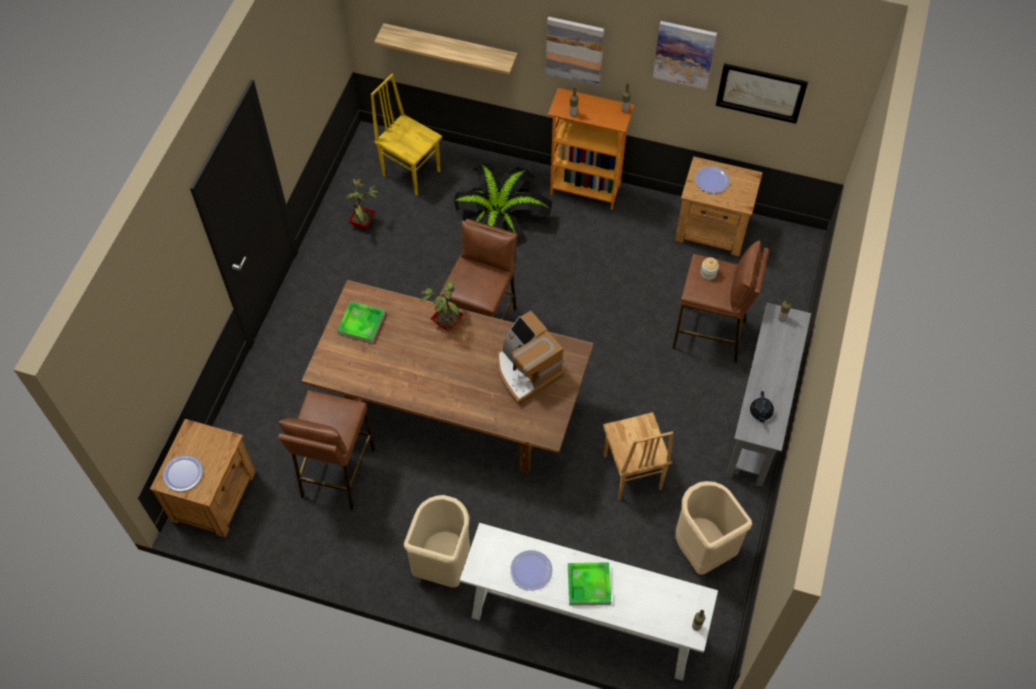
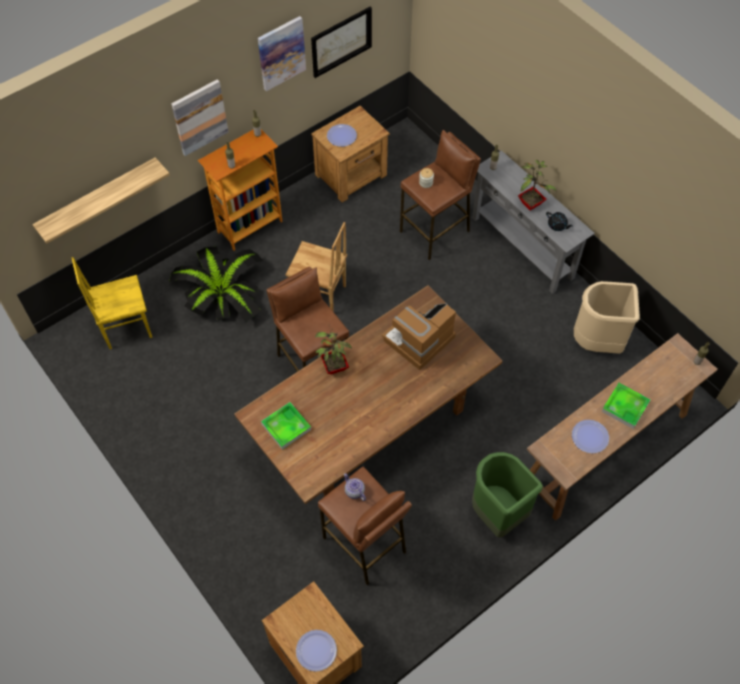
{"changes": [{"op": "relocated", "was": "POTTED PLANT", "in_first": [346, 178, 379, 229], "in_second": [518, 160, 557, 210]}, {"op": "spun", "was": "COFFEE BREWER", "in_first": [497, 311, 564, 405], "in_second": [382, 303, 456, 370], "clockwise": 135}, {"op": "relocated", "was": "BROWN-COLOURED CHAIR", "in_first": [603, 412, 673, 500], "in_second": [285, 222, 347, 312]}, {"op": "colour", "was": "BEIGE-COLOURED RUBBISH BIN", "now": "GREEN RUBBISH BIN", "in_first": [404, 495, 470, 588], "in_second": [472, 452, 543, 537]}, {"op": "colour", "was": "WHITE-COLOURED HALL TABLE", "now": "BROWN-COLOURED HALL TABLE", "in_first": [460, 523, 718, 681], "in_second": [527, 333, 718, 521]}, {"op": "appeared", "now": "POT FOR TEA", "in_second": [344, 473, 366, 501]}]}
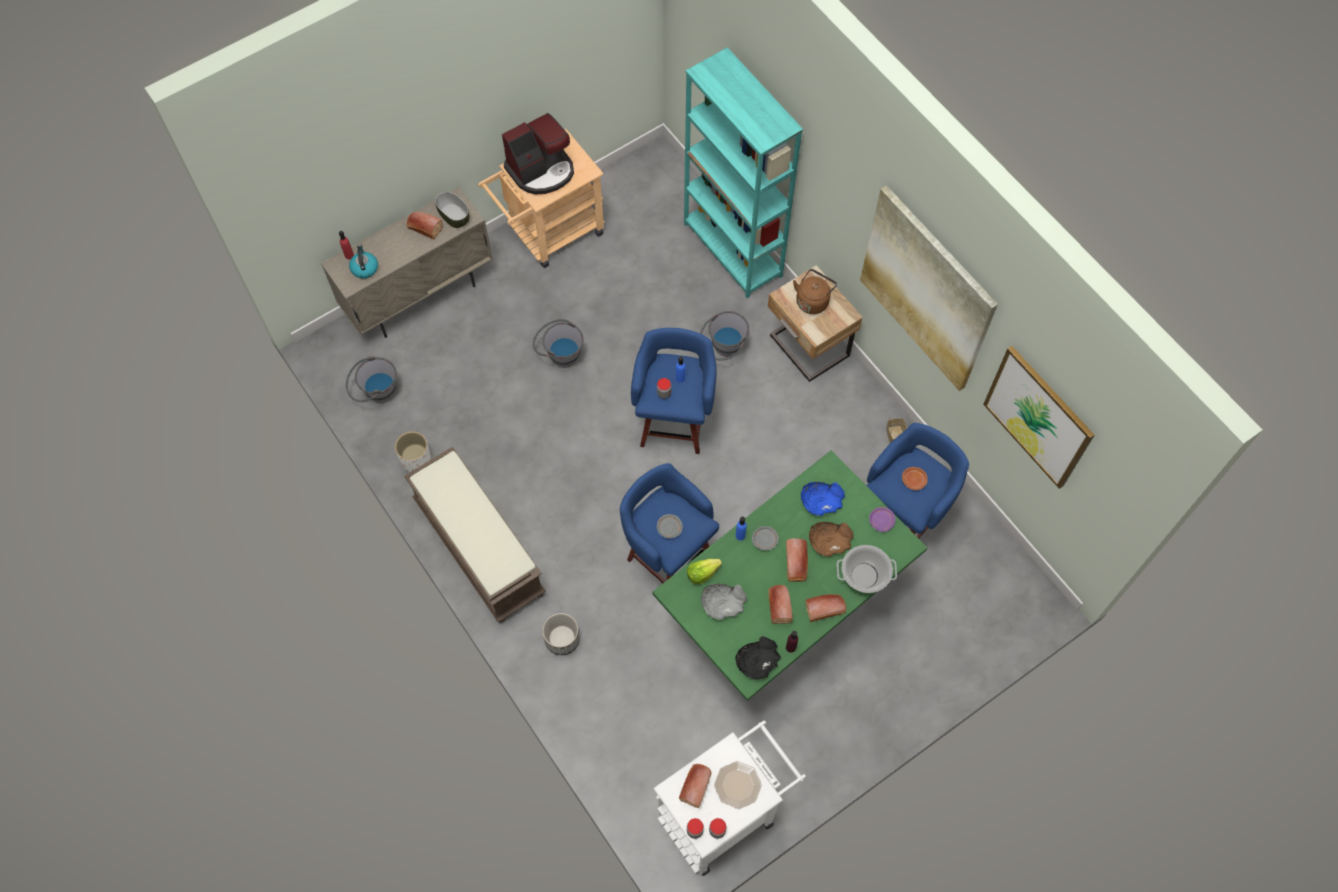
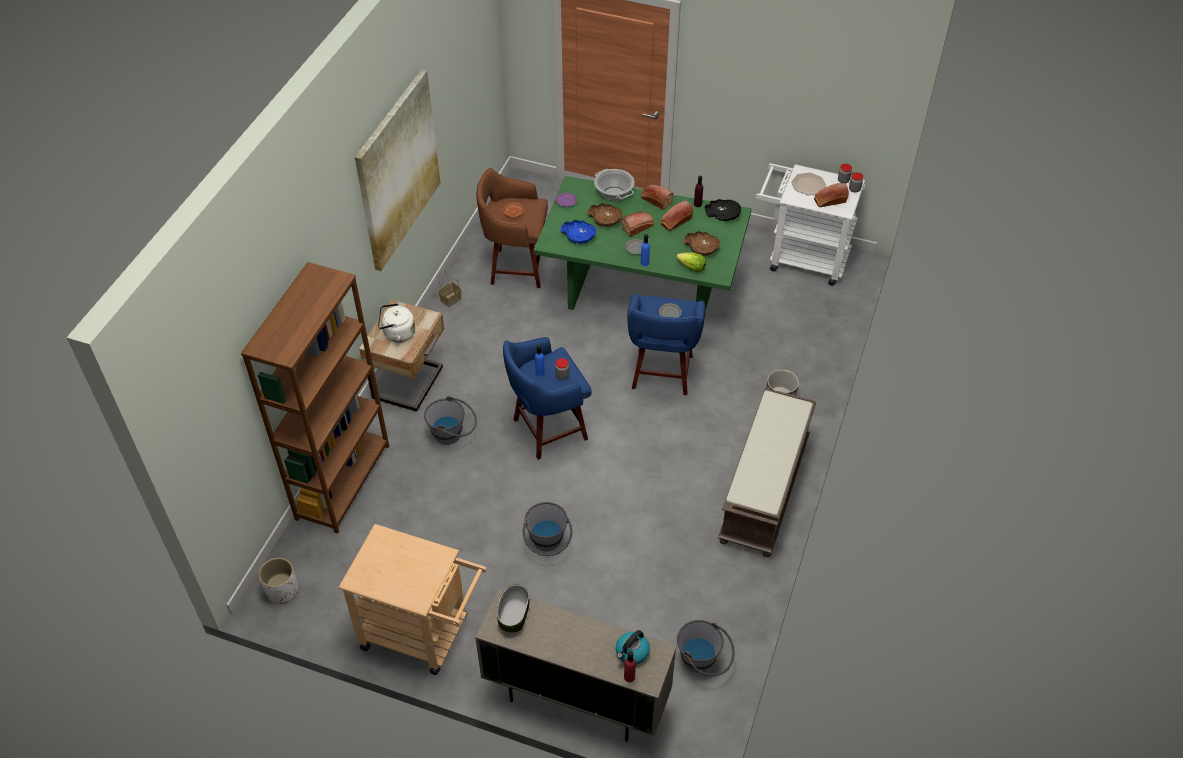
{"changes": [{"op": "colour", "was": "TURQUOISE-COLOURED BOOKCASE", "now": "BROWN-COLOURED BOOKCASE", "in_first": [684, 47, 803, 298], "in_second": [241, 262, 389, 534]}, {"op": "missing", "was": "COFFEE BREWER", "in_first": [502, 113, 574, 195]}, {"op": "missing", "was": "BREAD", "in_first": [406, 212, 442, 239]}, {"op": "colour", "was": "BROWN-COLOURED TEA KETTLE", "now": "WHITE-COLOURED TEA KETTLE", "in_first": [793, 269, 837, 314], "in_second": [378, 303, 415, 343]}, {"op": "missing", "was": "WALL ART", "in_first": [983, 346, 1094, 489]}, {"op": "colour", "was": "BLUISH STOOL", "now": "BROWN-COLOURED STOOL", "in_first": [866, 423, 969, 538], "in_second": [477, 168, 548, 288]}, {"op": "relocated", "was": "WHITE-COLOURED PLANTER", "in_first": [395, 431, 431, 472], "in_second": [258, 558, 298, 604]}, {"op": "colour", "was": "GREYISH BOWL", "now": "BROWN-COLOURED BOWL", "in_first": [701, 584, 747, 620], "in_second": [683, 231, 720, 256]}]}
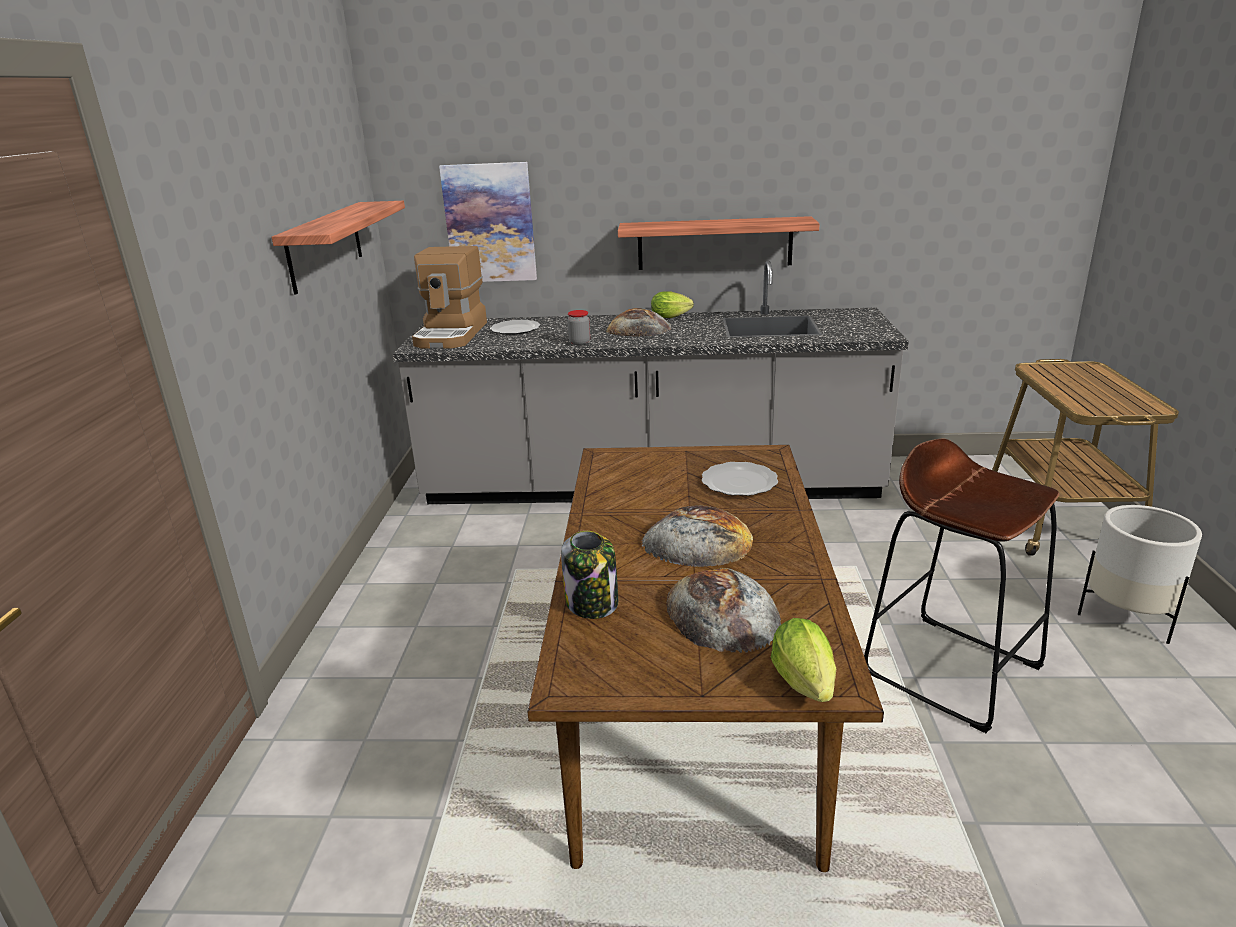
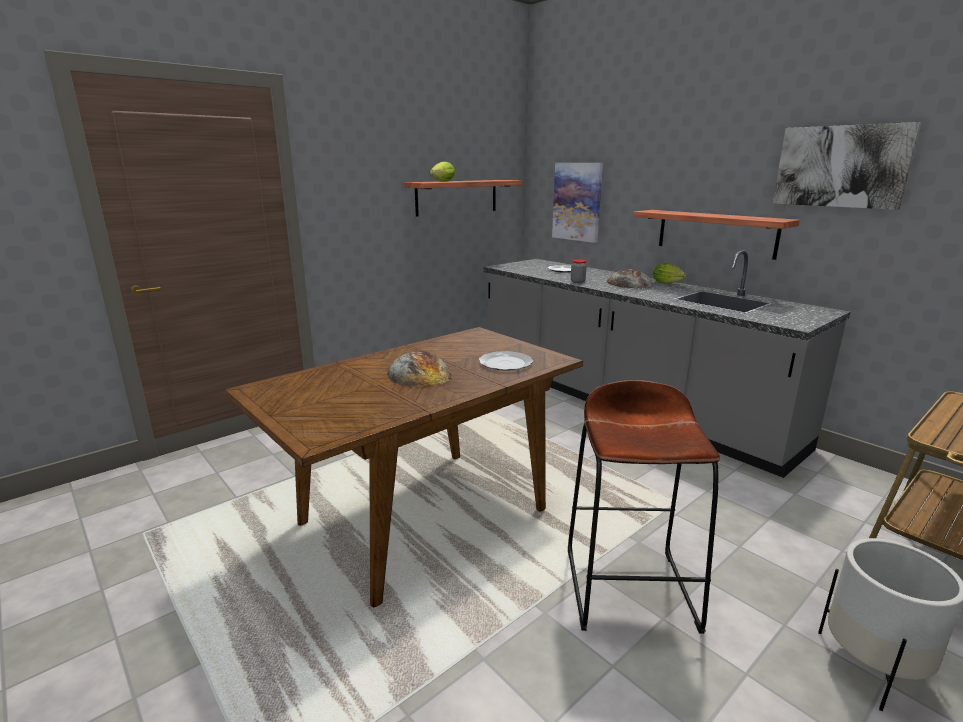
{"changes": [{"op": "missing", "was": "COFFEE BREWER", "in_first": [412, 246, 487, 349]}, {"op": "missing", "was": "STORAGE JAR", "in_first": [561, 531, 618, 619]}, {"op": "missing", "was": "BREAD", "in_first": [667, 568, 781, 653]}, {"op": "relocated", "was": "LETTUCE", "in_first": [771, 618, 836, 702], "in_second": [430, 162, 455, 182]}, {"op": "appeared", "now": "WALL ART", "in_second": [773, 122, 922, 210]}]}
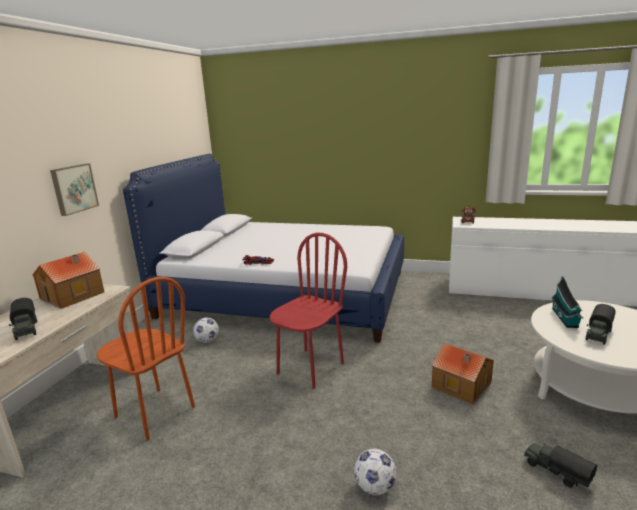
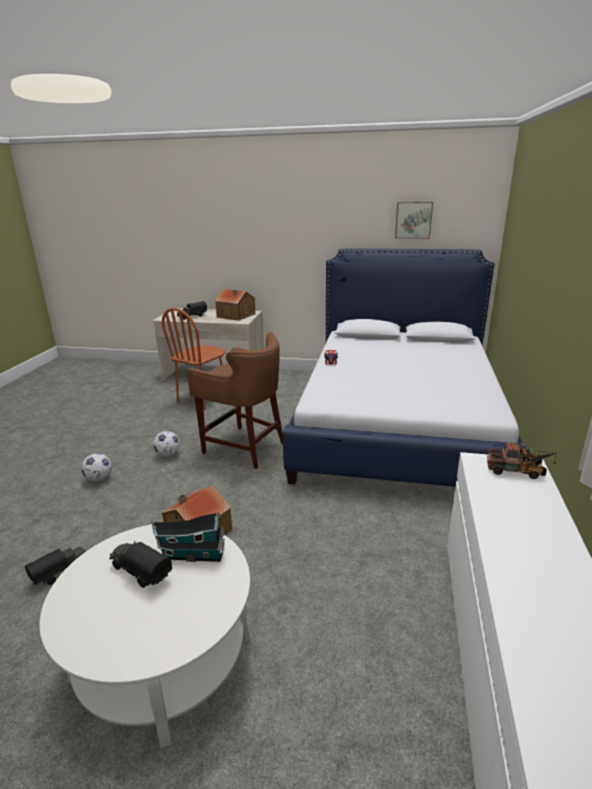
{"changes": [{"op": "relocated", "was": "WALL ART", "in_first": [50, 164, 99, 216], "in_second": [395, 202, 433, 239]}, {"op": "exchanged", "was": "RED-COLOURED CHAIR", "now": "BROWN-COLOURED STOOL", "in_first": [270, 233, 347, 389], "in_second": [187, 332, 283, 469]}, {"op": "relocated", "was": "BALL FOR FOOTBALL", "in_first": [193, 318, 219, 343], "in_second": [153, 431, 180, 457]}]}
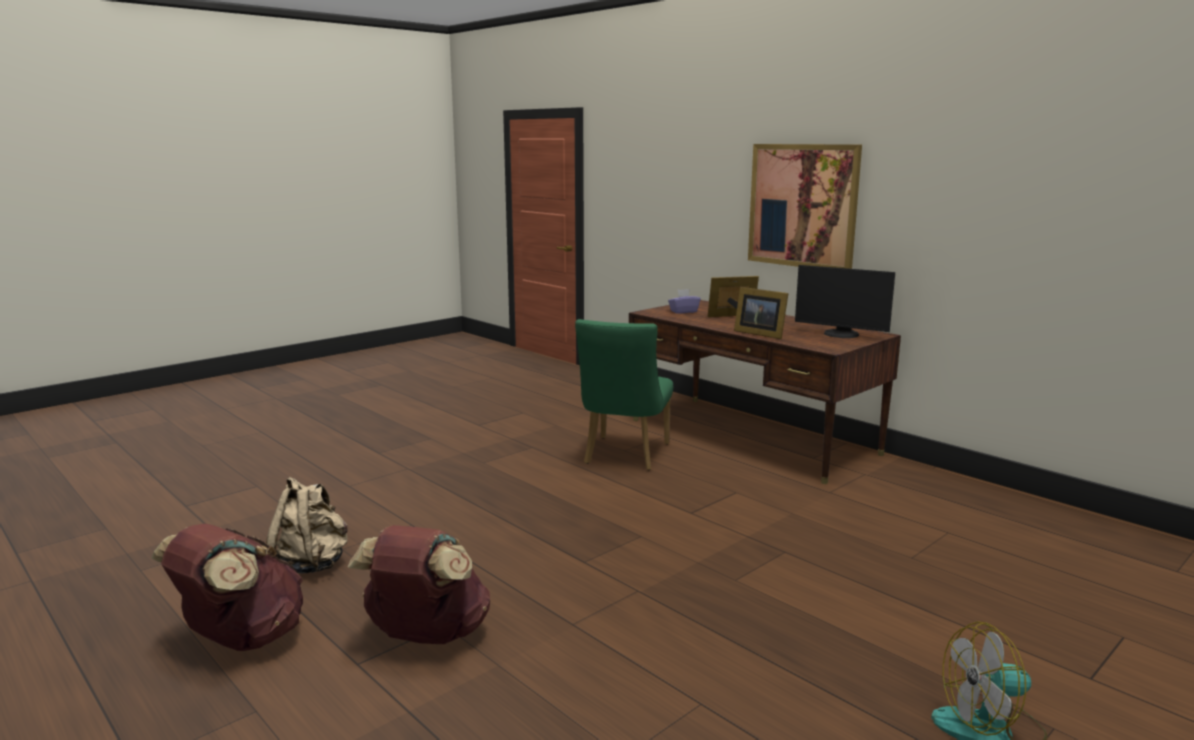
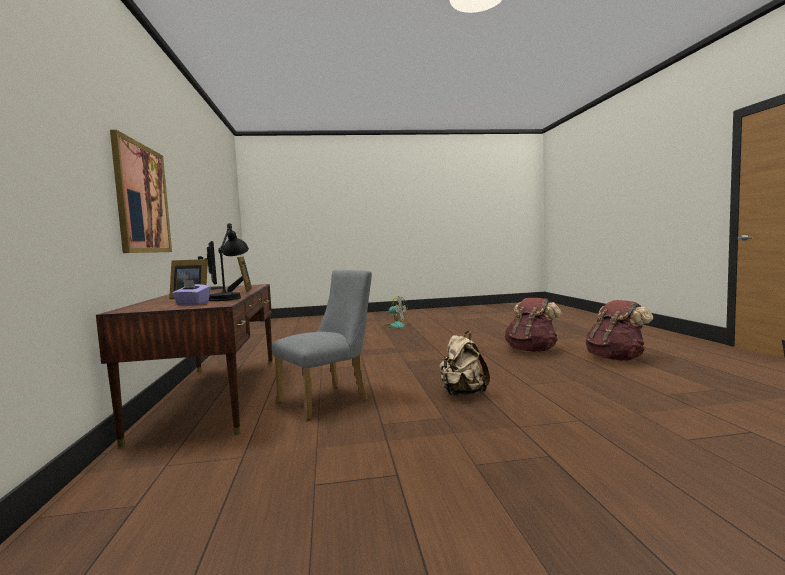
{"changes": [{"op": "colour", "was": "GREEN CHAIR", "now": "GREYISH CHAIR", "in_first": [575, 319, 673, 470], "in_second": [272, 270, 372, 420]}, {"op": "relocated", "was": "BEIGE-COLOURED KNAPSACK", "in_first": [266, 477, 348, 573], "in_second": [439, 331, 490, 396]}, {"op": "appeared", "now": "BLACK-COLOURED LAMP FOR A TABLE", "in_second": [209, 223, 249, 301]}]}
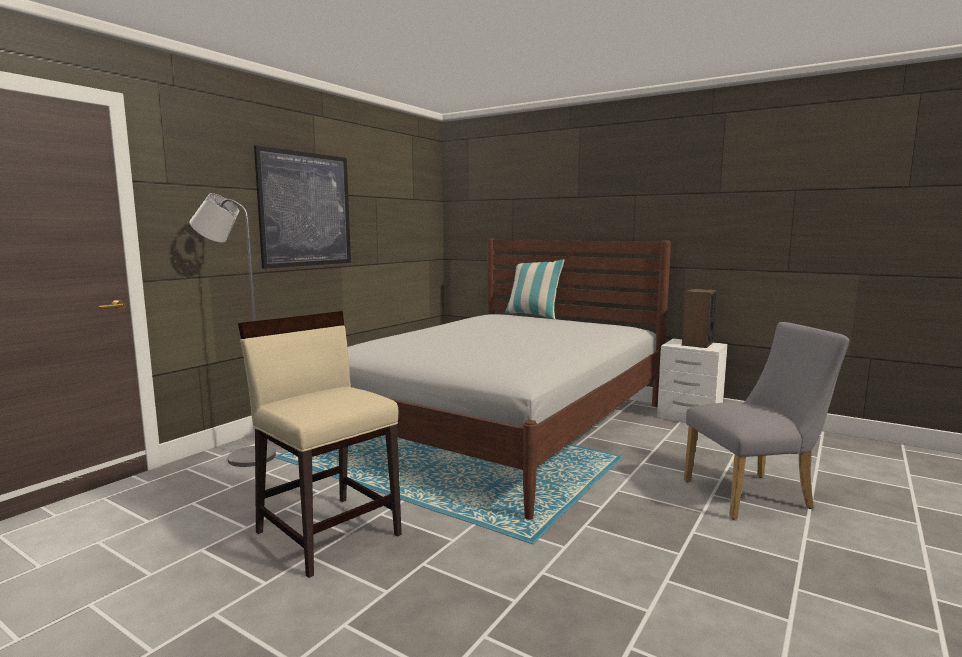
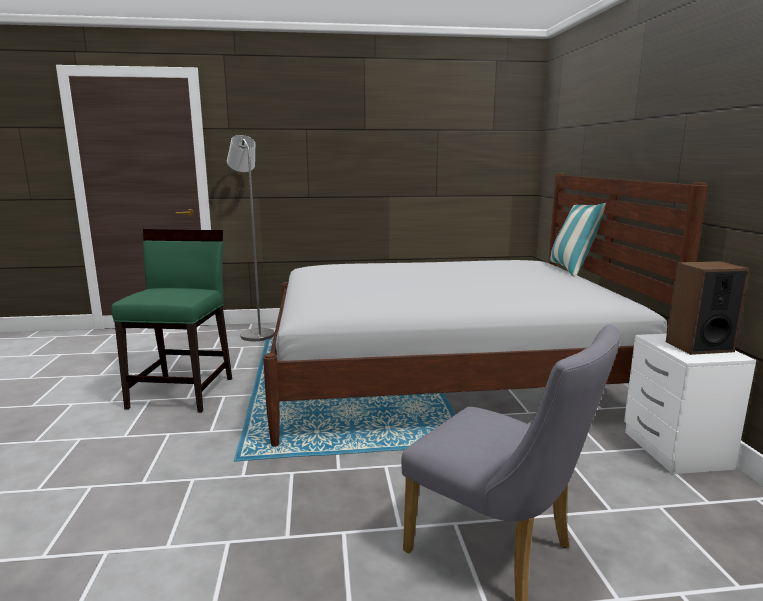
{"changes": [{"op": "missing", "was": "WALL ART", "in_first": [254, 145, 351, 269]}, {"op": "colour", "was": "BEIGE-COLOURED CHAIR", "now": "GREEN CHAIR", "in_first": [238, 311, 402, 578], "in_second": [111, 229, 232, 413]}]}
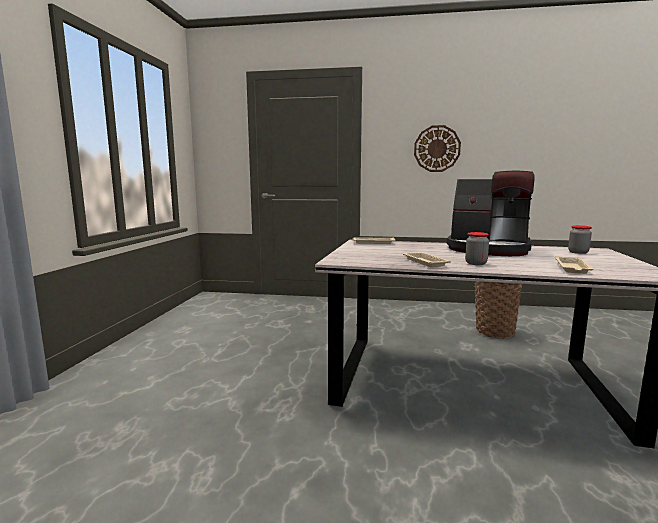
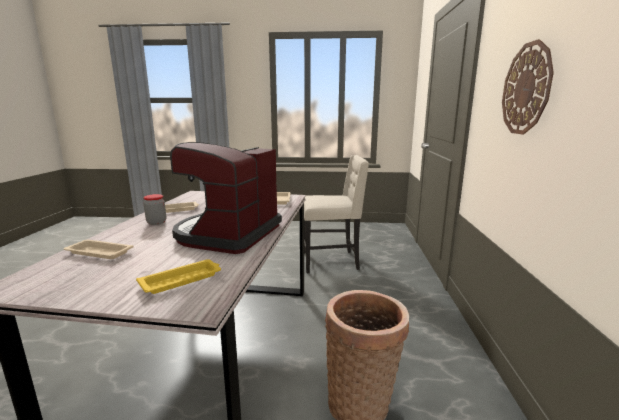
{"changes": [{"op": "exchanged", "was": "STORAGE JAR", "now": "YELLOW-COLOURED CARRYING TRAY", "in_first": [568, 225, 592, 254], "in_second": [136, 259, 221, 294]}, {"op": "appeared", "now": "BEIGE-COLOURED CHAIR", "in_second": [304, 155, 369, 273]}]}
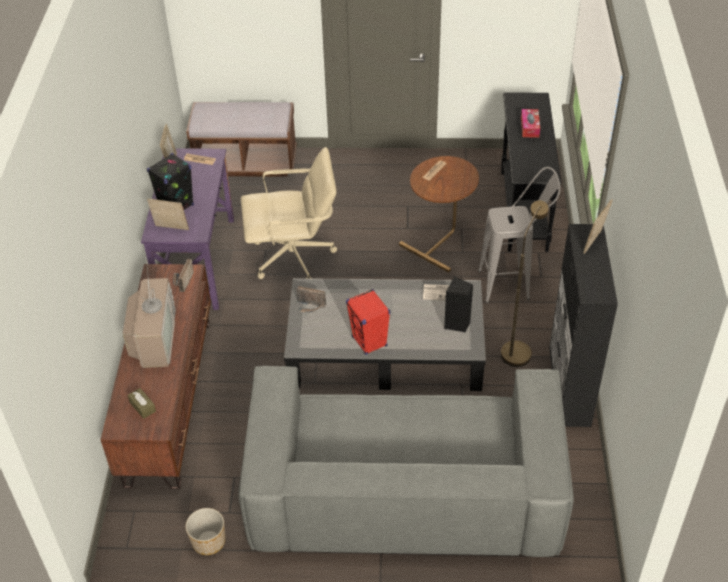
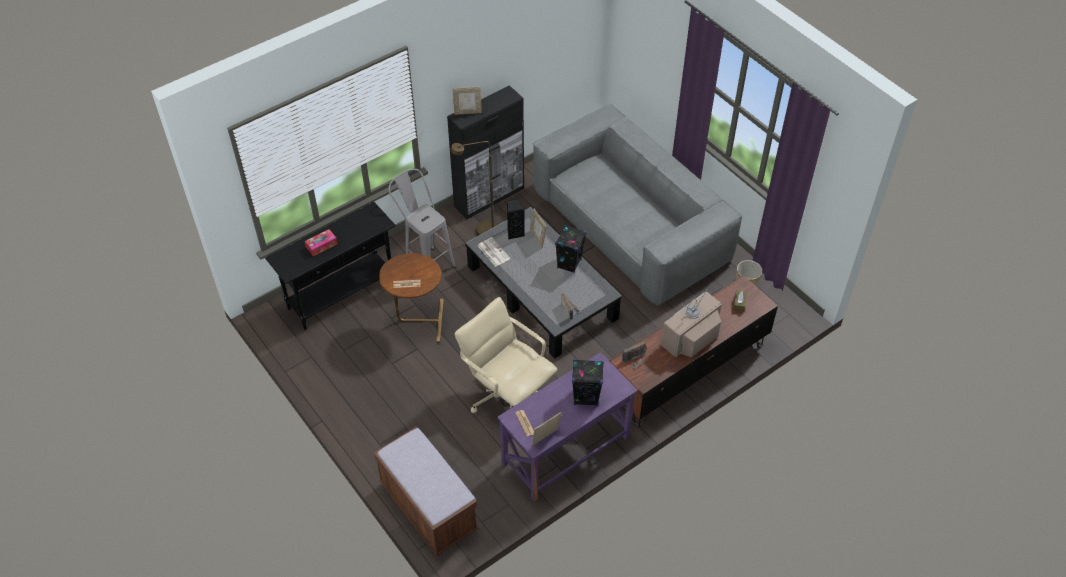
{"changes": [{"op": "relocated", "was": "PHOTO FRAME", "in_first": [147, 199, 189, 230], "in_second": [530, 208, 546, 248]}, {"op": "colour", "was": "RED-COLOURED LOUDSPEAKER", "now": "BLACK-COLOURED LOUDSPEAKER", "in_first": [346, 289, 390, 355], "in_second": [555, 225, 586, 273]}]}
